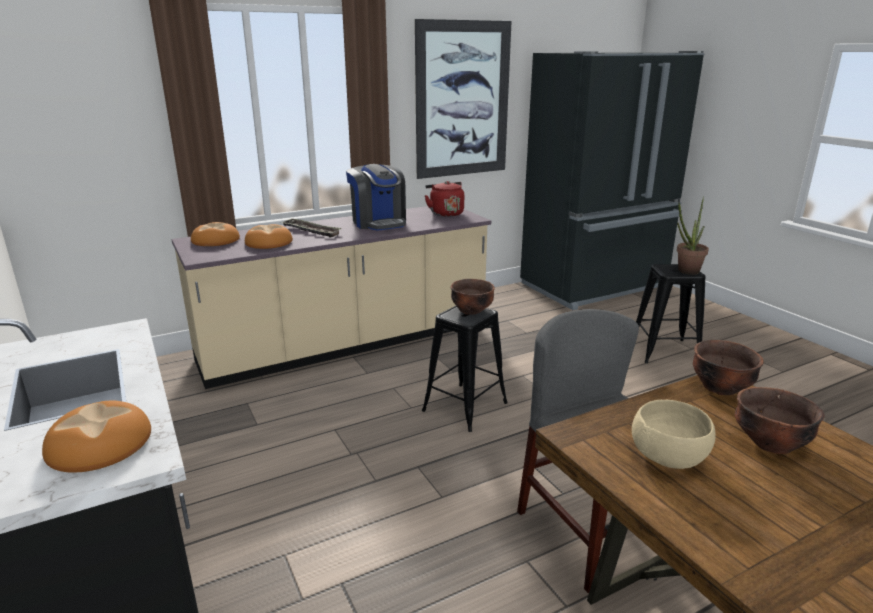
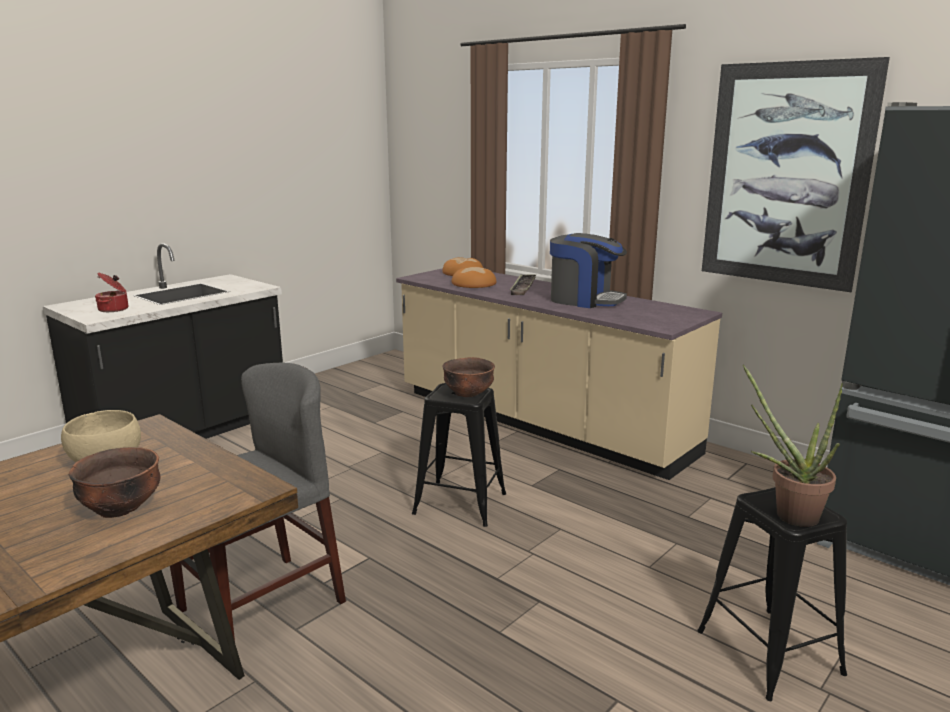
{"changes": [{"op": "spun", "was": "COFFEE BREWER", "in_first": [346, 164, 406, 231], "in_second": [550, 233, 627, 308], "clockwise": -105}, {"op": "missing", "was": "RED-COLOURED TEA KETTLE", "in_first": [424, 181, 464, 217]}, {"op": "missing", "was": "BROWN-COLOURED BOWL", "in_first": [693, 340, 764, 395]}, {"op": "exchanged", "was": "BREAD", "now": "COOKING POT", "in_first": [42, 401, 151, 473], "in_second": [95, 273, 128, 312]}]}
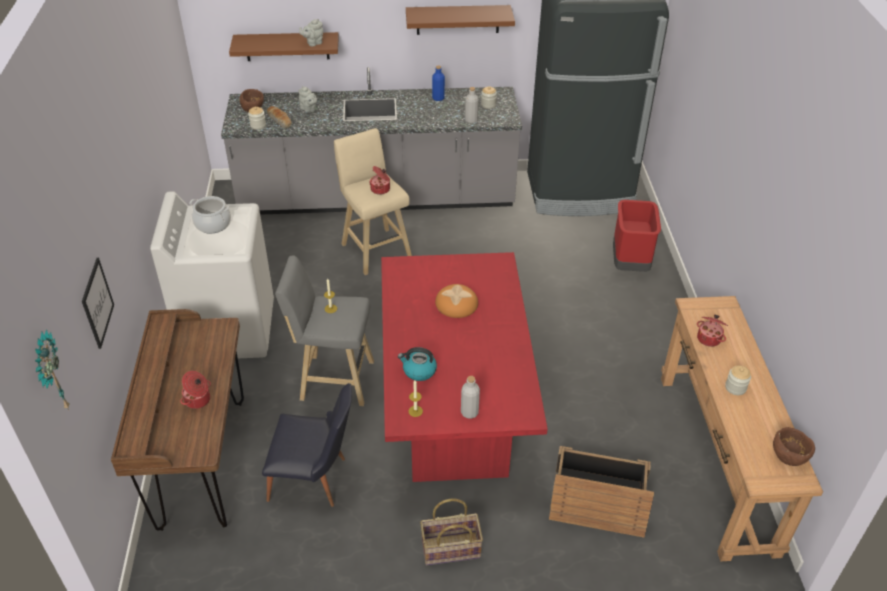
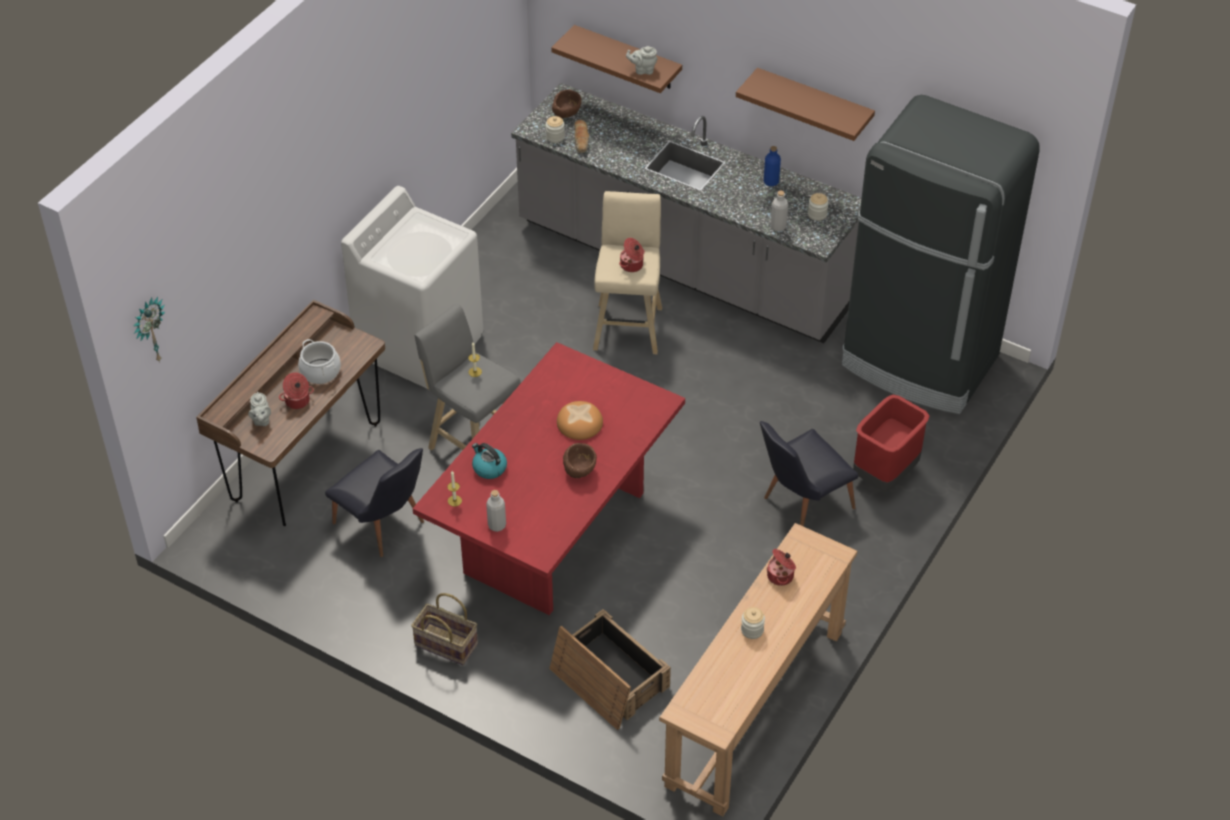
{"changes": [{"op": "relocated", "was": "GREYISH POT FOR TEA", "in_first": [299, 86, 317, 112], "in_second": [248, 392, 271, 426]}, {"op": "relocated", "was": "COOKING POT", "in_first": [189, 196, 231, 234], "in_second": [298, 339, 341, 384]}, {"op": "missing", "was": "WALL ART", "in_first": [82, 258, 114, 349]}, {"op": "relocated", "was": "BROWN-COLOURED BOWL", "in_first": [773, 427, 815, 466], "in_second": [563, 443, 597, 478]}, {"op": "appeared", "now": "BLACK-COLOURED CHAIR", "in_second": [760, 421, 859, 527]}]}
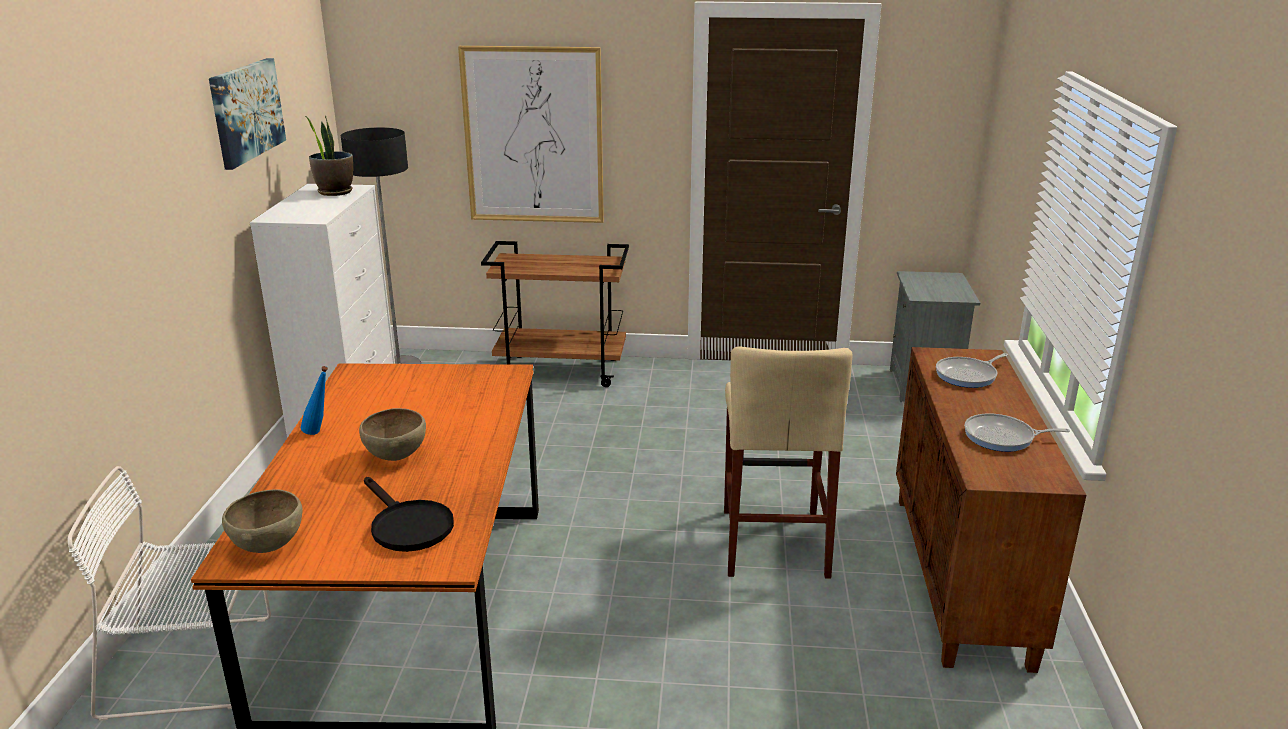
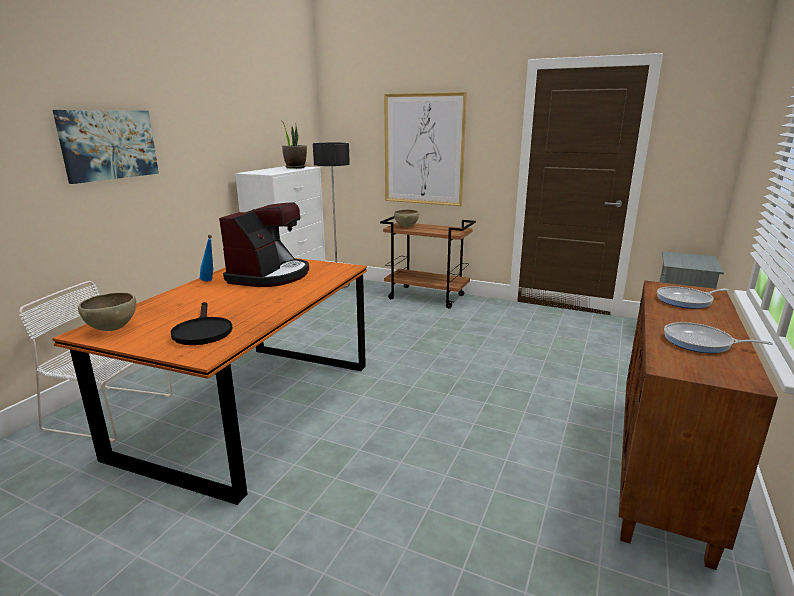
{"changes": [{"op": "relocated", "was": "WALL ART", "in_first": [209, 58, 286, 170], "in_second": [53, 110, 159, 184]}, {"op": "missing", "was": "BEIGE-COLOURED STOOL", "in_first": [724, 347, 853, 579]}, {"op": "relocated", "was": "BROWN-COLOURED BOWL", "in_first": [359, 408, 426, 461], "in_second": [394, 209, 419, 227]}, {"op": "appeared", "now": "COFFEE BREWER", "in_second": [219, 202, 309, 287]}]}
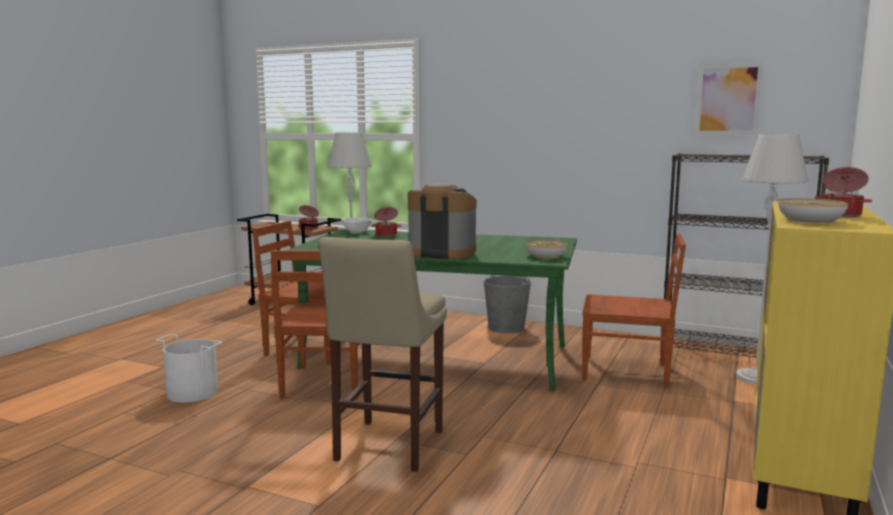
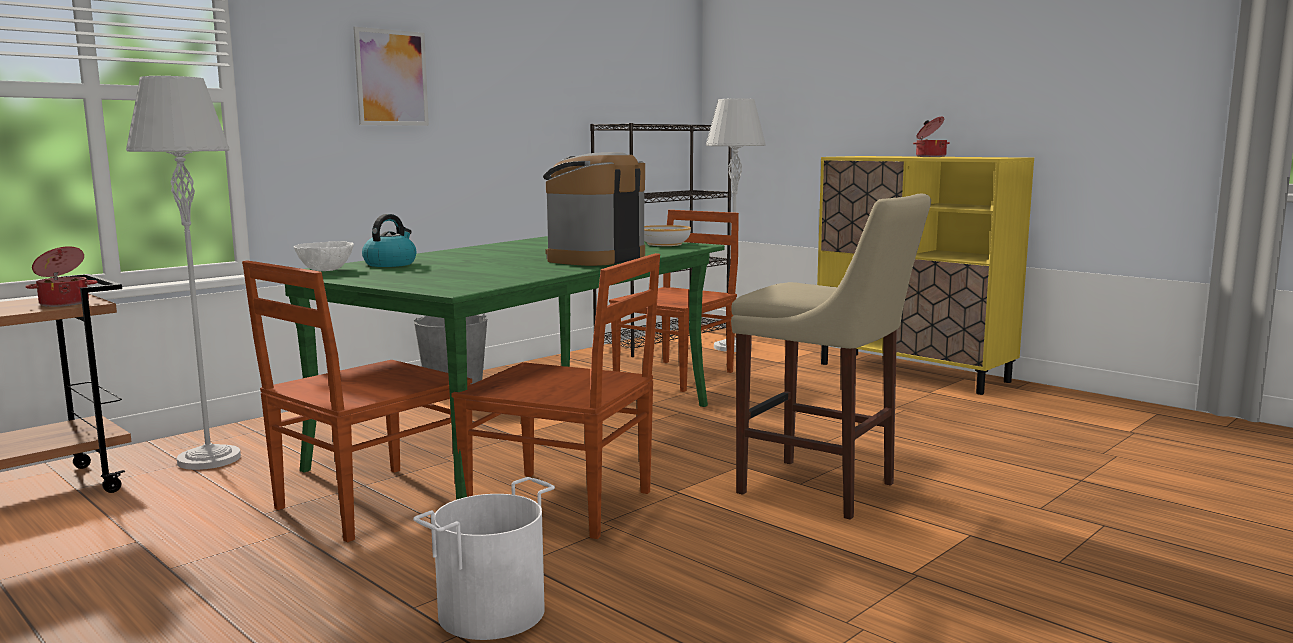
{"changes": [{"op": "relocated", "was": "WALL ART", "in_first": [696, 64, 762, 134], "in_second": [353, 27, 429, 126]}, {"op": "missing", "was": "BOWL", "in_first": [778, 198, 849, 224]}, {"op": "exchanged", "was": "COOKING POT", "now": "TEA KETTLE", "in_first": [371, 207, 401, 237], "in_second": [362, 214, 416, 267]}]}
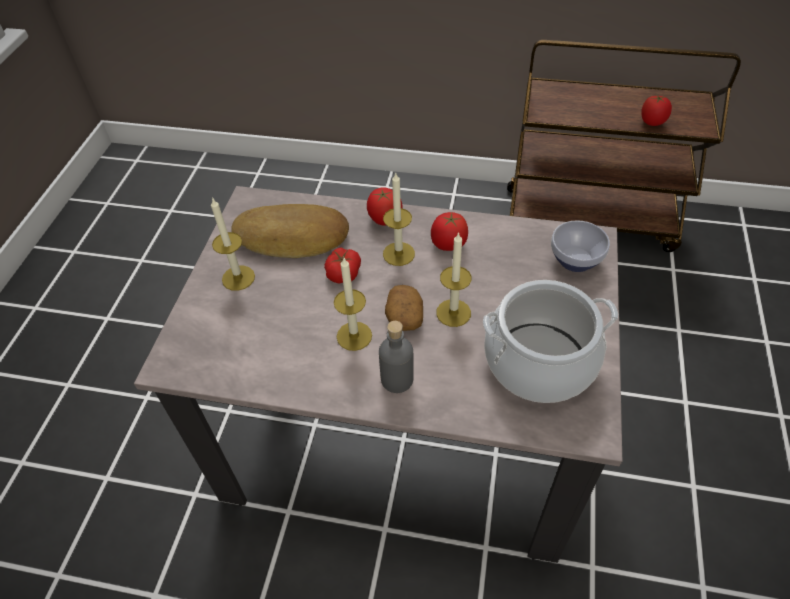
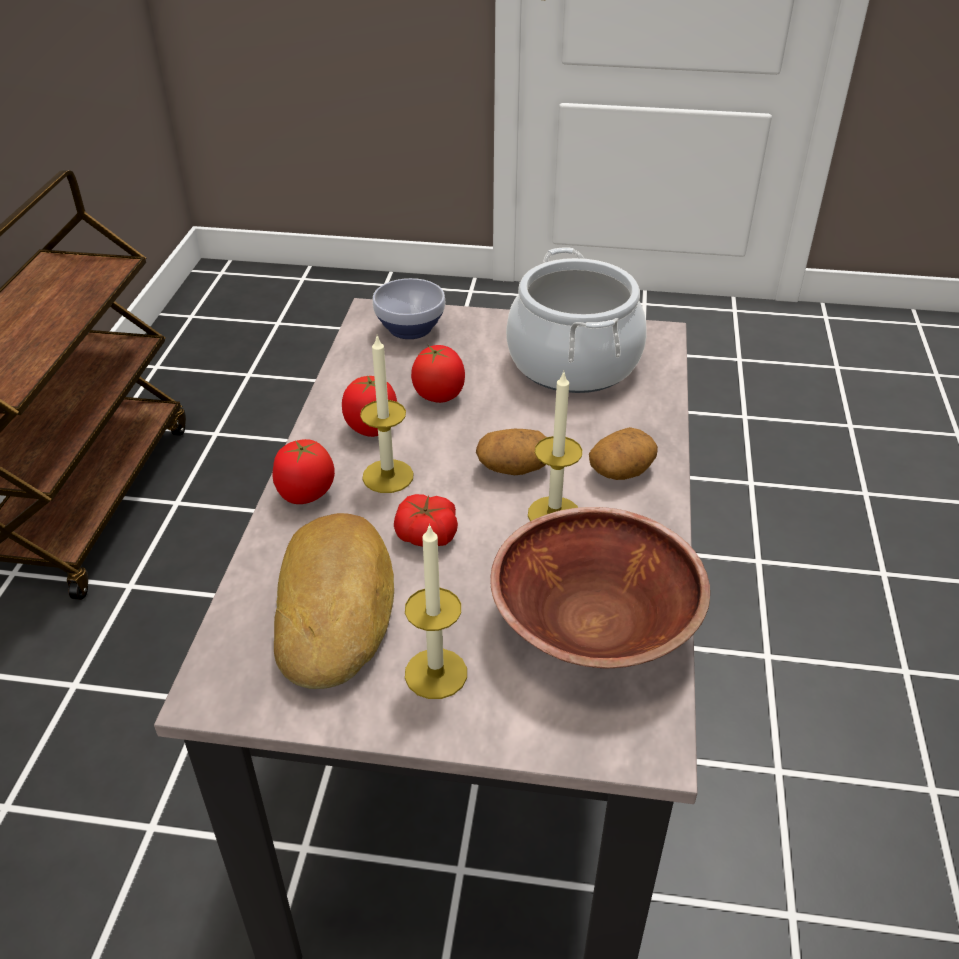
{"changes": [{"op": "relocated", "was": "WHOLE TOMATO", "in_first": [641, 94, 672, 126], "in_second": [411, 345, 465, 403]}, {"op": "missing", "was": "WAX CANDLE", "in_first": [436, 232, 471, 327]}, {"op": "exchanged", "was": "GREYISH BOTTLE", "now": "WHOLE POTATO", "in_first": [379, 321, 414, 393], "in_second": [589, 427, 658, 480]}, {"op": "appeared", "now": "BROWN-COLOURED BOWL", "in_second": [490, 507, 710, 668]}]}
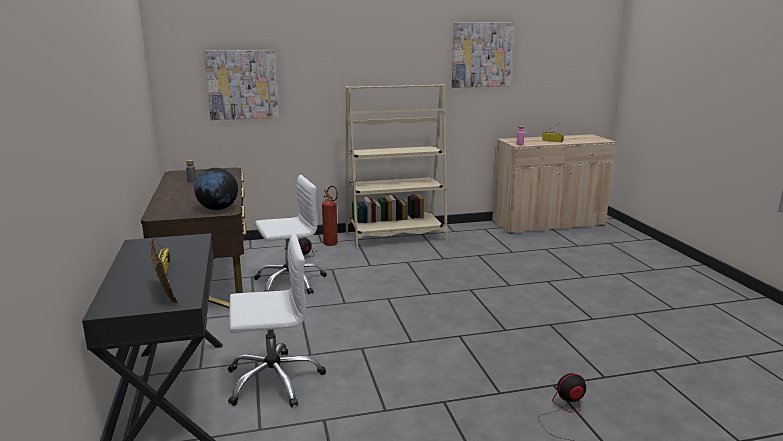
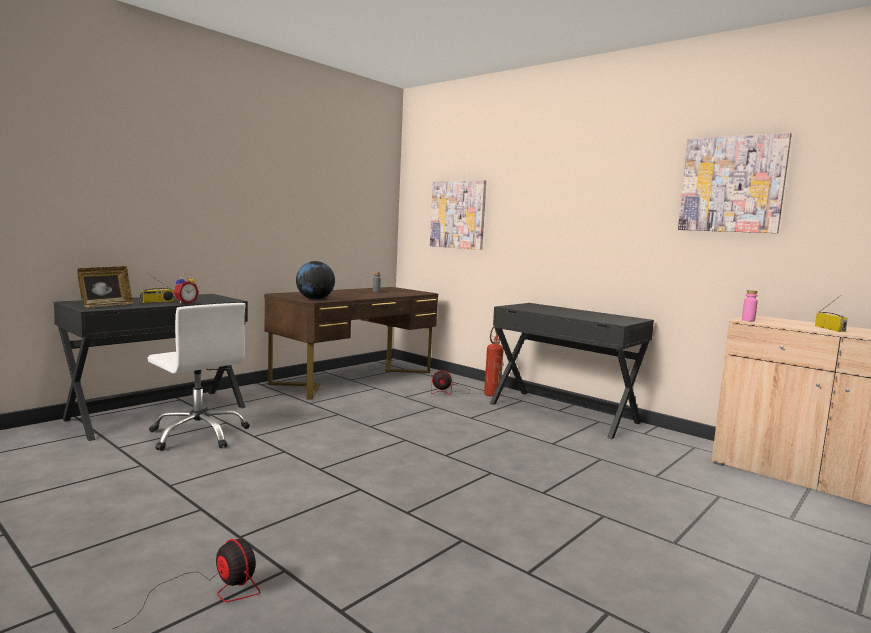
{"changes": [{"op": "exchanged", "was": "BEIGE-COLOURED BOOKCASE", "now": "BLACK-COLOURED DESK", "in_first": [345, 84, 448, 249], "in_second": [490, 303, 654, 439]}, {"op": "missing", "was": "WHITE-COLOURED DESK CHAIR", "in_first": [254, 175, 327, 294]}, {"op": "appeared", "now": "BEDSIDE CLOCK", "in_second": [173, 273, 199, 304]}]}
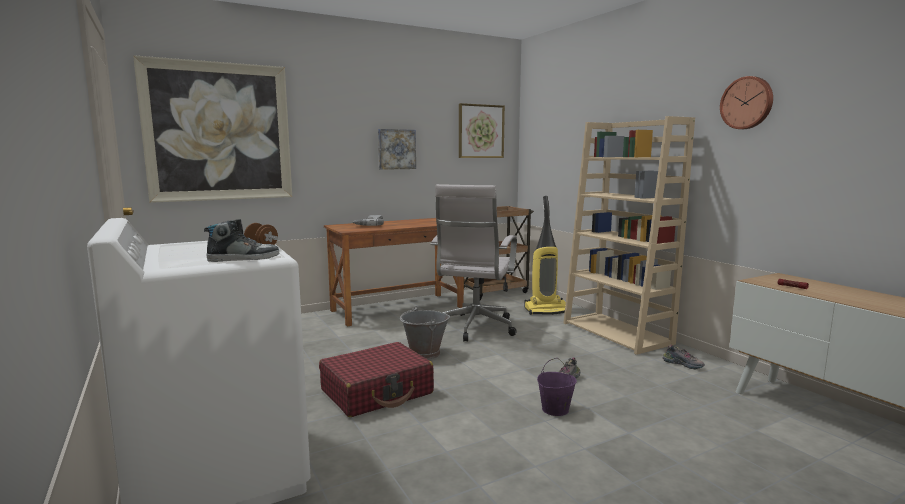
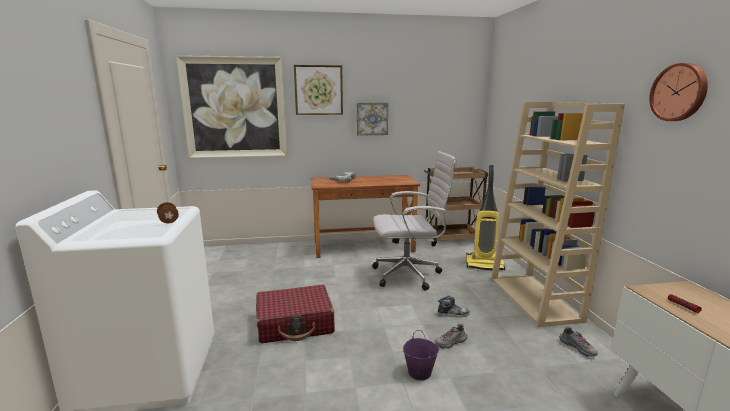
{"changes": [{"op": "relocated", "was": "WALL ART", "in_first": [459, 103, 505, 158], "in_second": [294, 65, 343, 115]}, {"op": "spun", "was": "WHITE-COLOURED DESK CHAIR", "in_first": [430, 184, 517, 341], "in_second": [372, 151, 457, 291], "clockwise": -135}, {"op": "relocated", "was": "ITEM OF FOOTWEAR", "in_first": [204, 219, 280, 262], "in_second": [438, 296, 470, 317]}, {"op": "missing", "was": "GREYISH BUCKET", "in_first": [400, 306, 450, 360]}]}
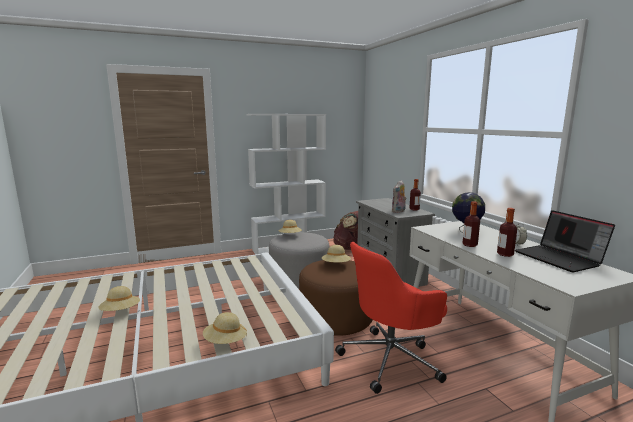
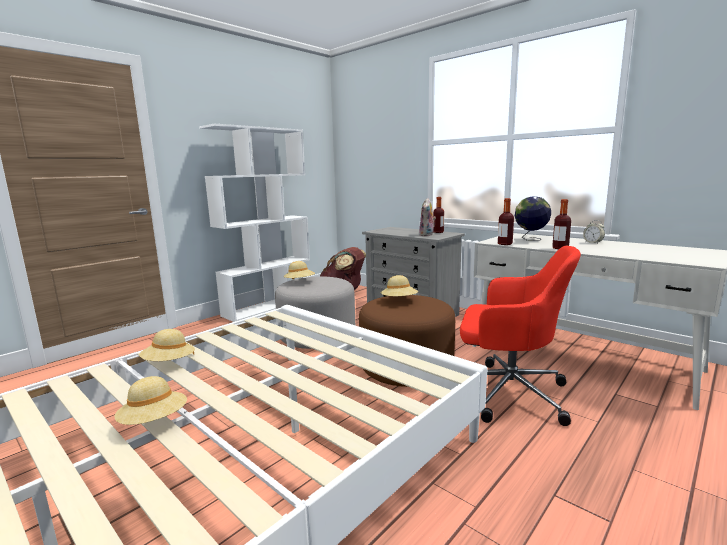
{"changes": [{"op": "relocated", "was": "BOTTLE", "in_first": [497, 208, 517, 257], "in_second": [498, 198, 514, 245]}, {"op": "missing", "was": "PORTABLE COMPUTER", "in_first": [515, 210, 615, 272]}, {"op": "spun", "was": "RED-COLOURED DESK CHAIR", "in_first": [335, 242, 447, 394], "in_second": [460, 246, 581, 426], "clockwise": -105}, {"op": "relocated", "was": "BEIGE-COLOURED WEARABLE HAT", "in_first": [203, 312, 247, 344], "in_second": [139, 329, 195, 361]}]}
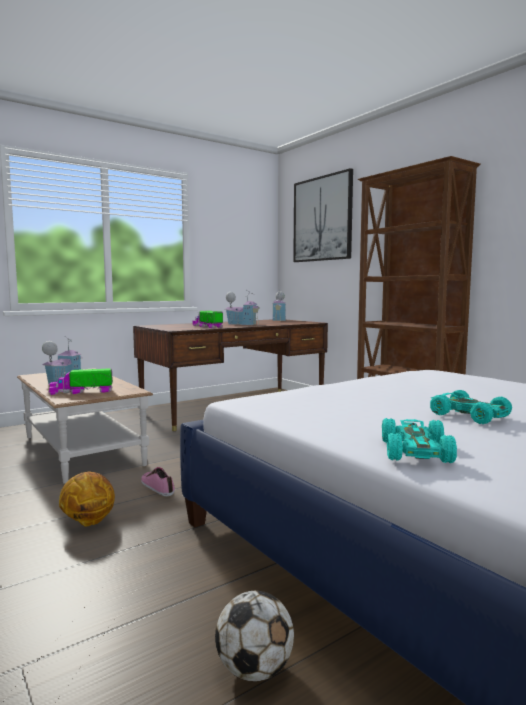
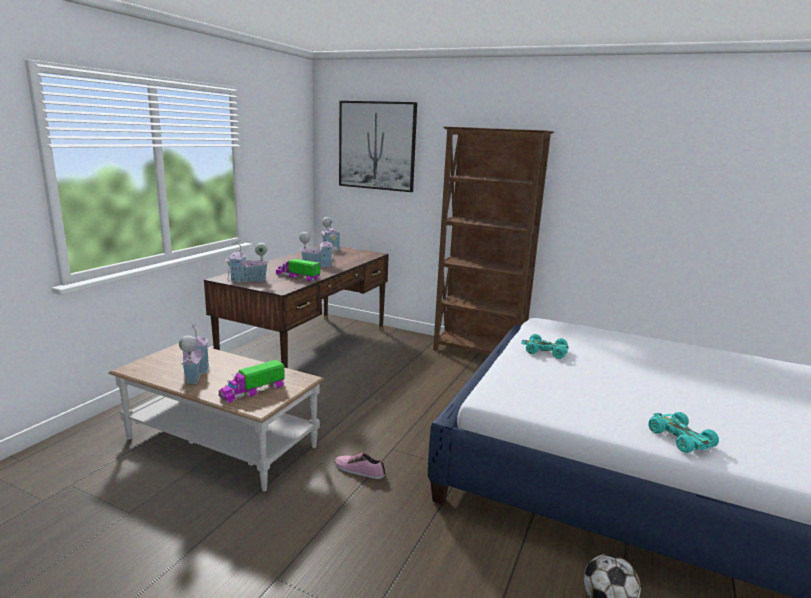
{"changes": [{"op": "relocated", "was": "TURQUOISE-COLOURED TOY CAR", "in_first": [430, 390, 512, 424], "in_second": [521, 334, 569, 359]}, {"op": "missing", "was": "BASKETBALL", "in_first": [59, 472, 115, 527]}, {"op": "appeared", "now": "MODEL HOUSE", "in_second": [225, 240, 269, 282]}]}
